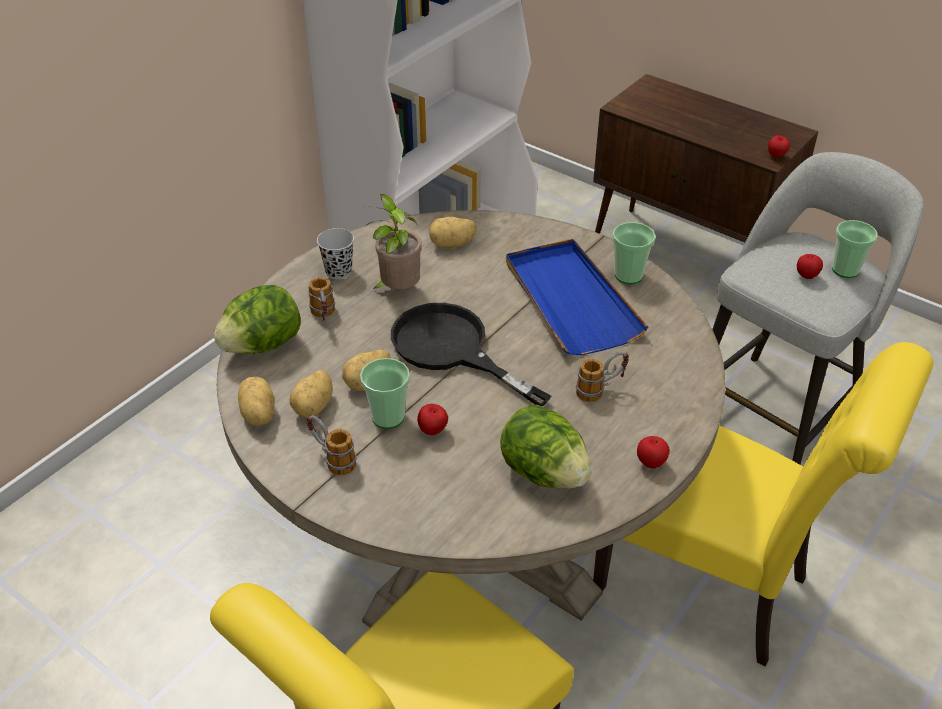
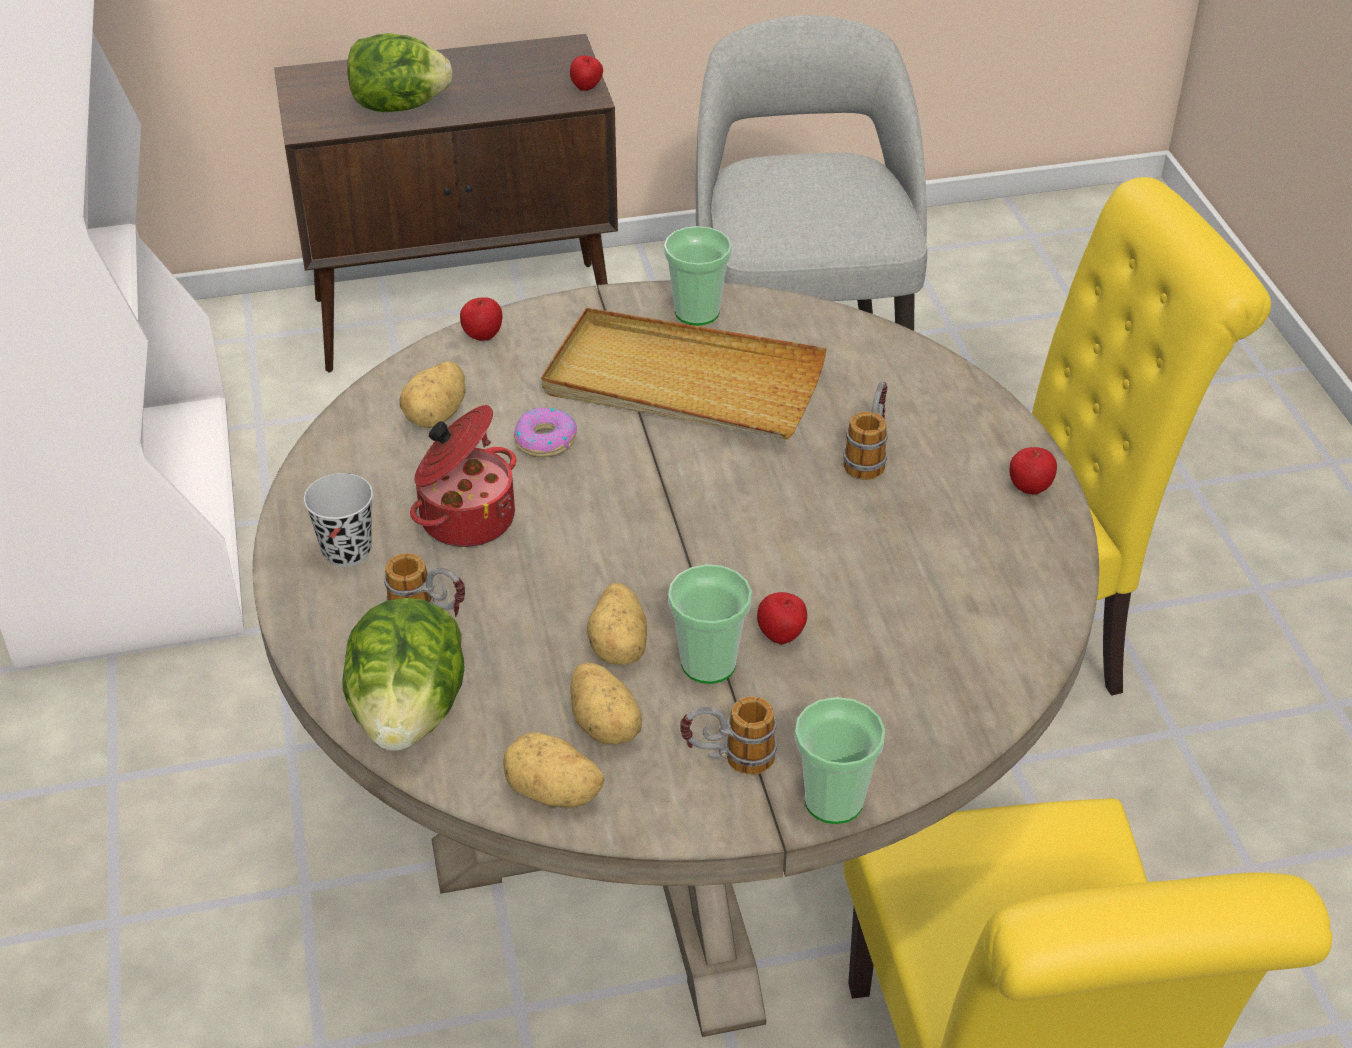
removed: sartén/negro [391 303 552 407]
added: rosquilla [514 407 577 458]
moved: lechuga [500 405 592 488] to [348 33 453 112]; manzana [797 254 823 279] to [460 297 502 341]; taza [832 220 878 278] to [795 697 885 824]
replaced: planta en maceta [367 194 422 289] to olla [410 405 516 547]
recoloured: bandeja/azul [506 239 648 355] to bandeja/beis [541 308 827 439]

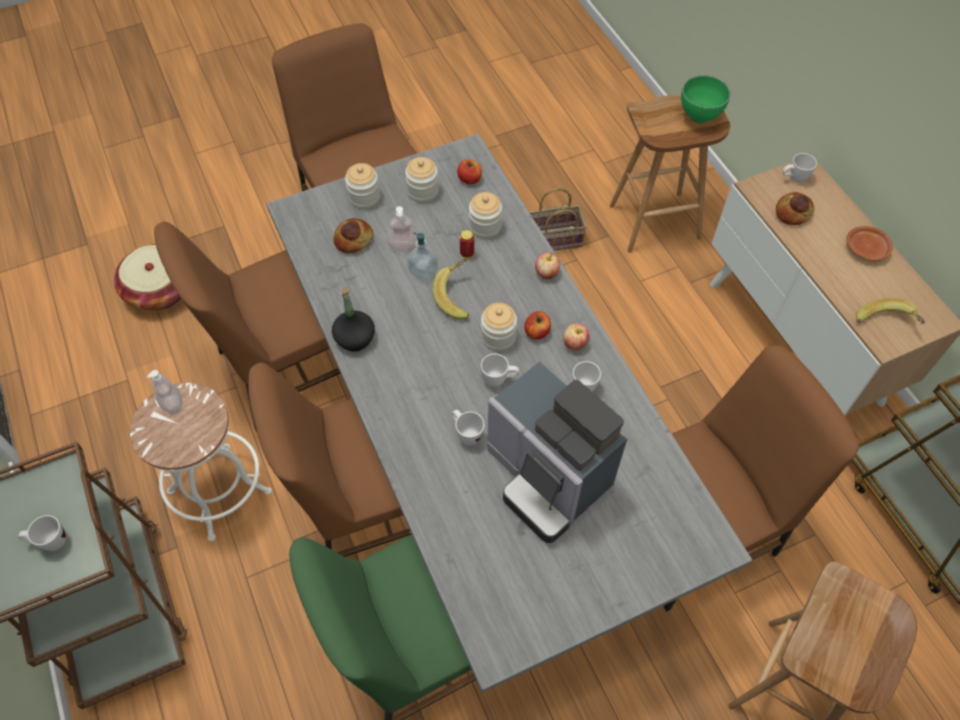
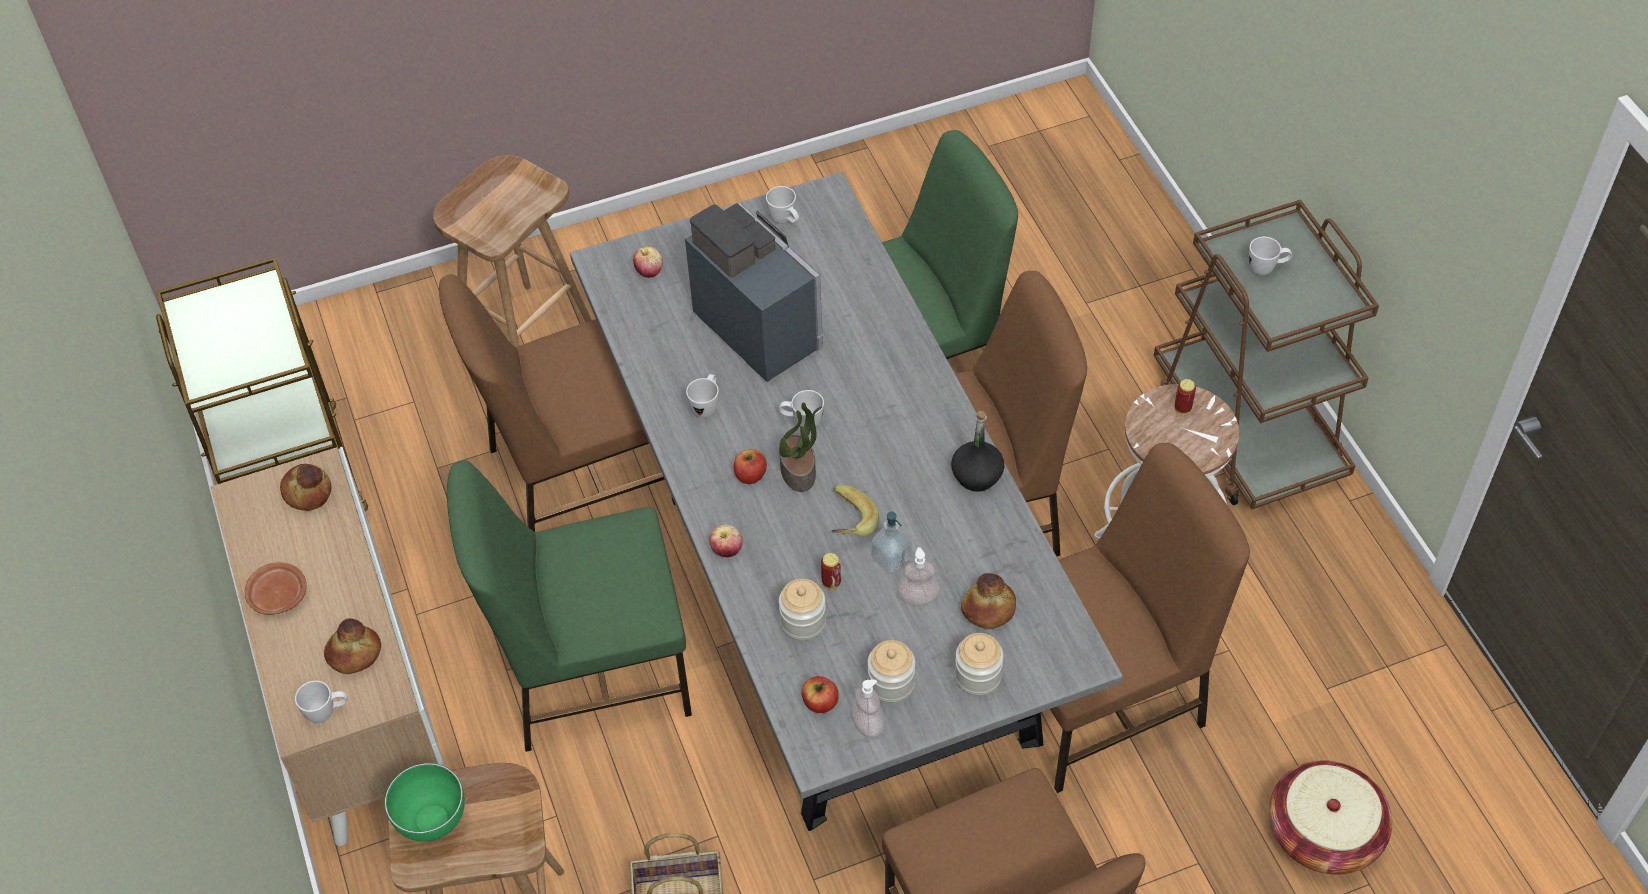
added: silla/verde [447 460 692 752]; lata [1174 379 1196 414]
moved: dispensador de jabón [147 370 182 414] to [850 680 886 739]; taza grande/blanco [452 410 485 446] to [766 186 799 224]; manzana [563 323 590 350] to [633 246 663 278]
replaced: tarro [481 303 517 351] to planta en maceta [779 402 823 492]; plátano [856 298 925 324] to pan [280 464 331 511]

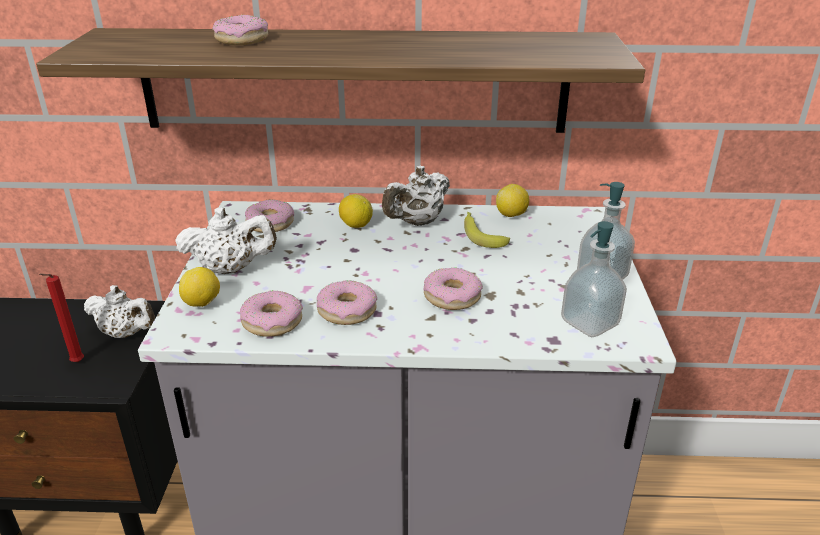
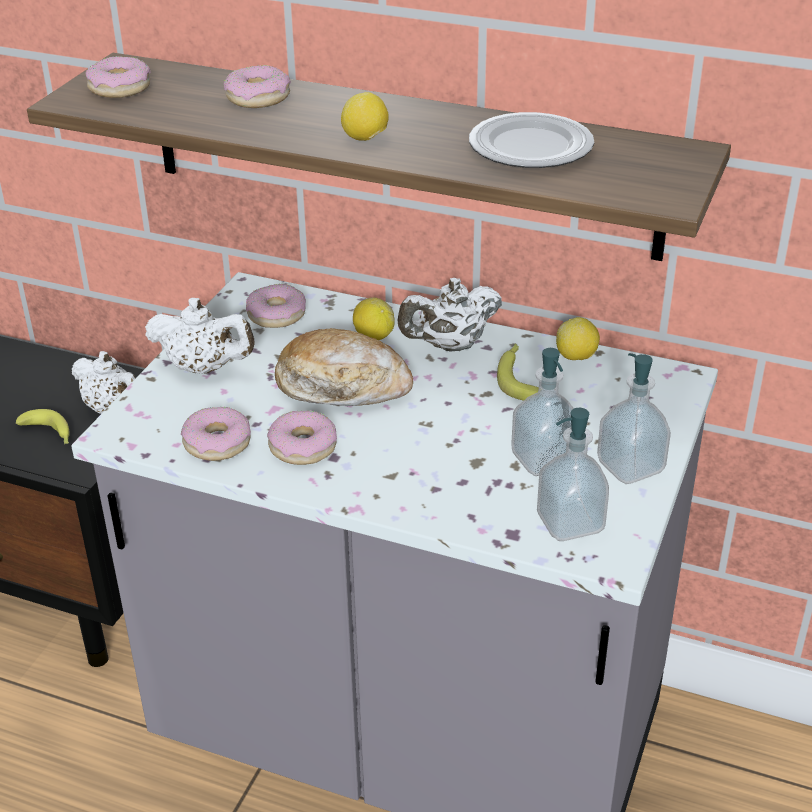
added: pan [275 328 413 406]; plato [469 112 594 168]; dispensador de jabón [511 348 574 476]
moved: limón [179 267 220 307] to [341 92 389 141]; rosquilla [424 267 483 310] to [86 56 151 98]
replaced: vela/rojo [39 274 84 362] to plátano [16 409 70 444]

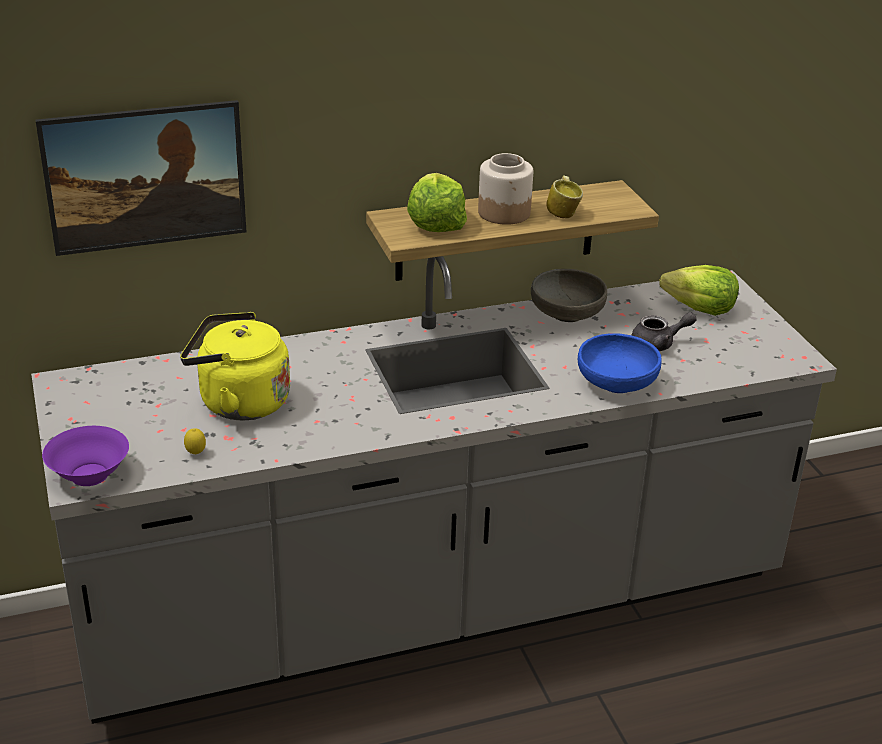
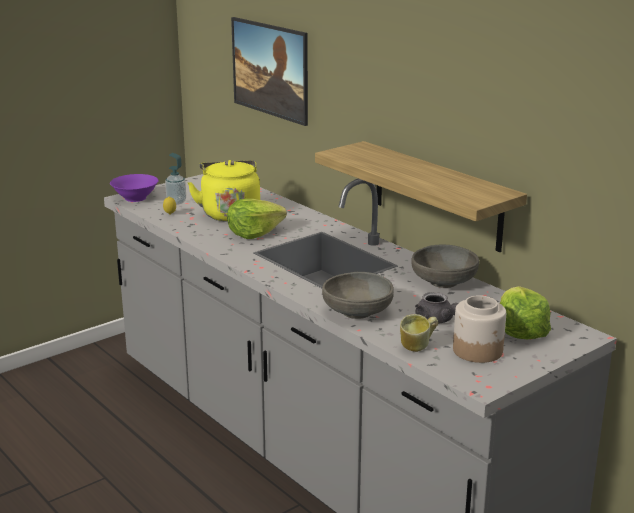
added: dispensador de jabón [165 153 186 205]
moved: lechuga [407 173 467 232] to [227 199 287 239]; tarro [478 153 533 225] to [453 295 506 363]; taza grande [546 175 583 218] to [400 314 438 352]
recoloured: cuenco/azul [578 334 662 393] to cuenco/gris [322 272 394 319]

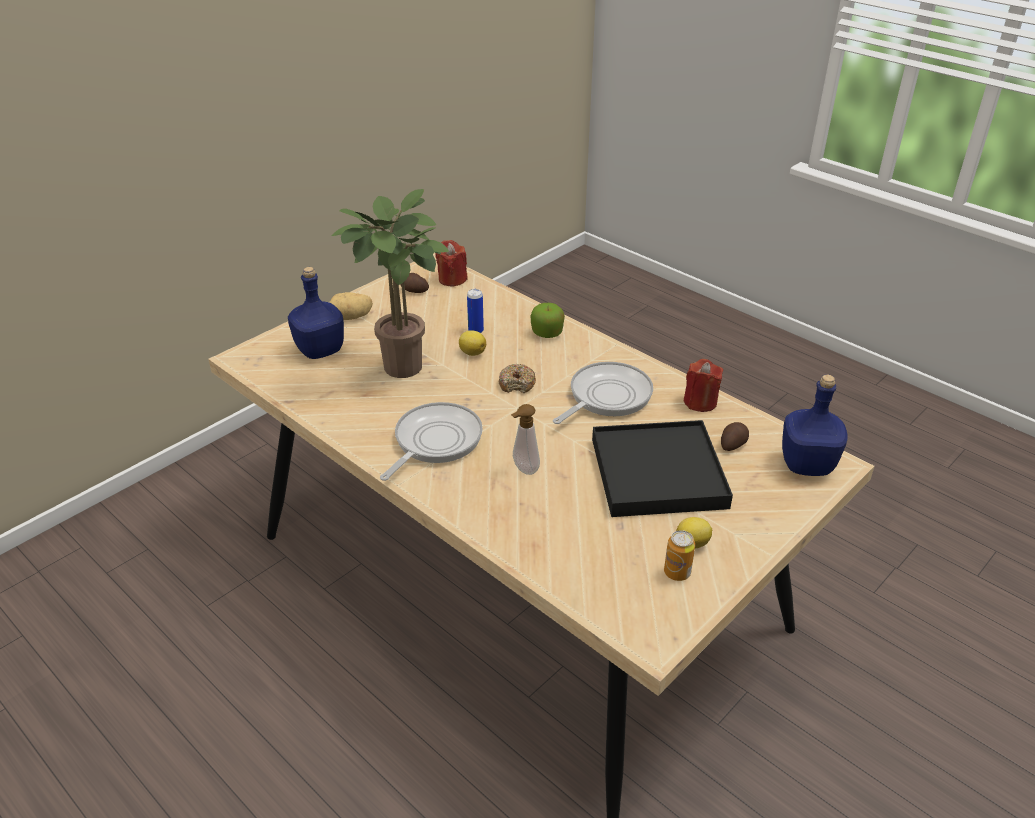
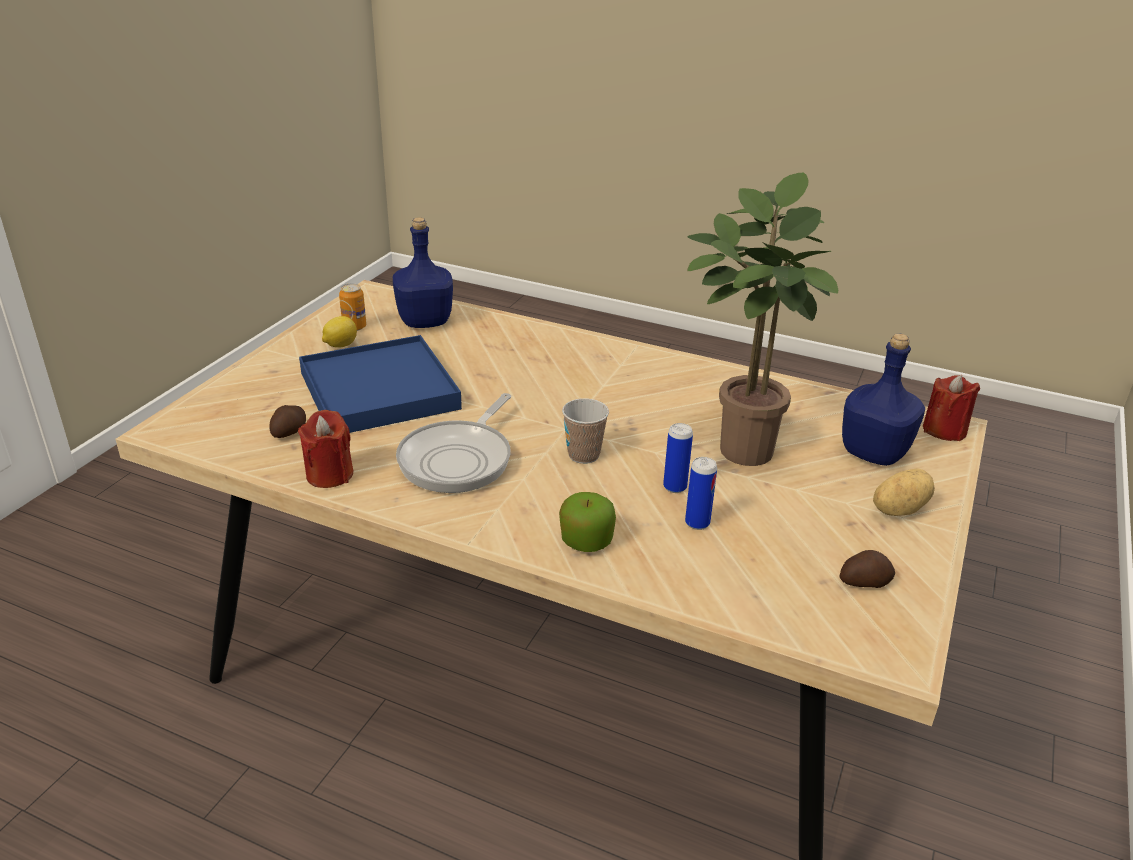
removed: sartén [380 402 483 481]; dispensador de jabón [511 404 540 475]
moved: vela/rojo [436 240 468 287] to [923 375 980 441]; botella/azul [782 375 848 476] to [393 217 453 328]
replaced: limón [459 330 486 356] to lata [663 423 693 493]; rosquilla [499 364 536 393] to taza [562 398 609 464]
recoloured: bandeja/negro [592 420 733 517] to bandeja/azul [299 335 462 433]

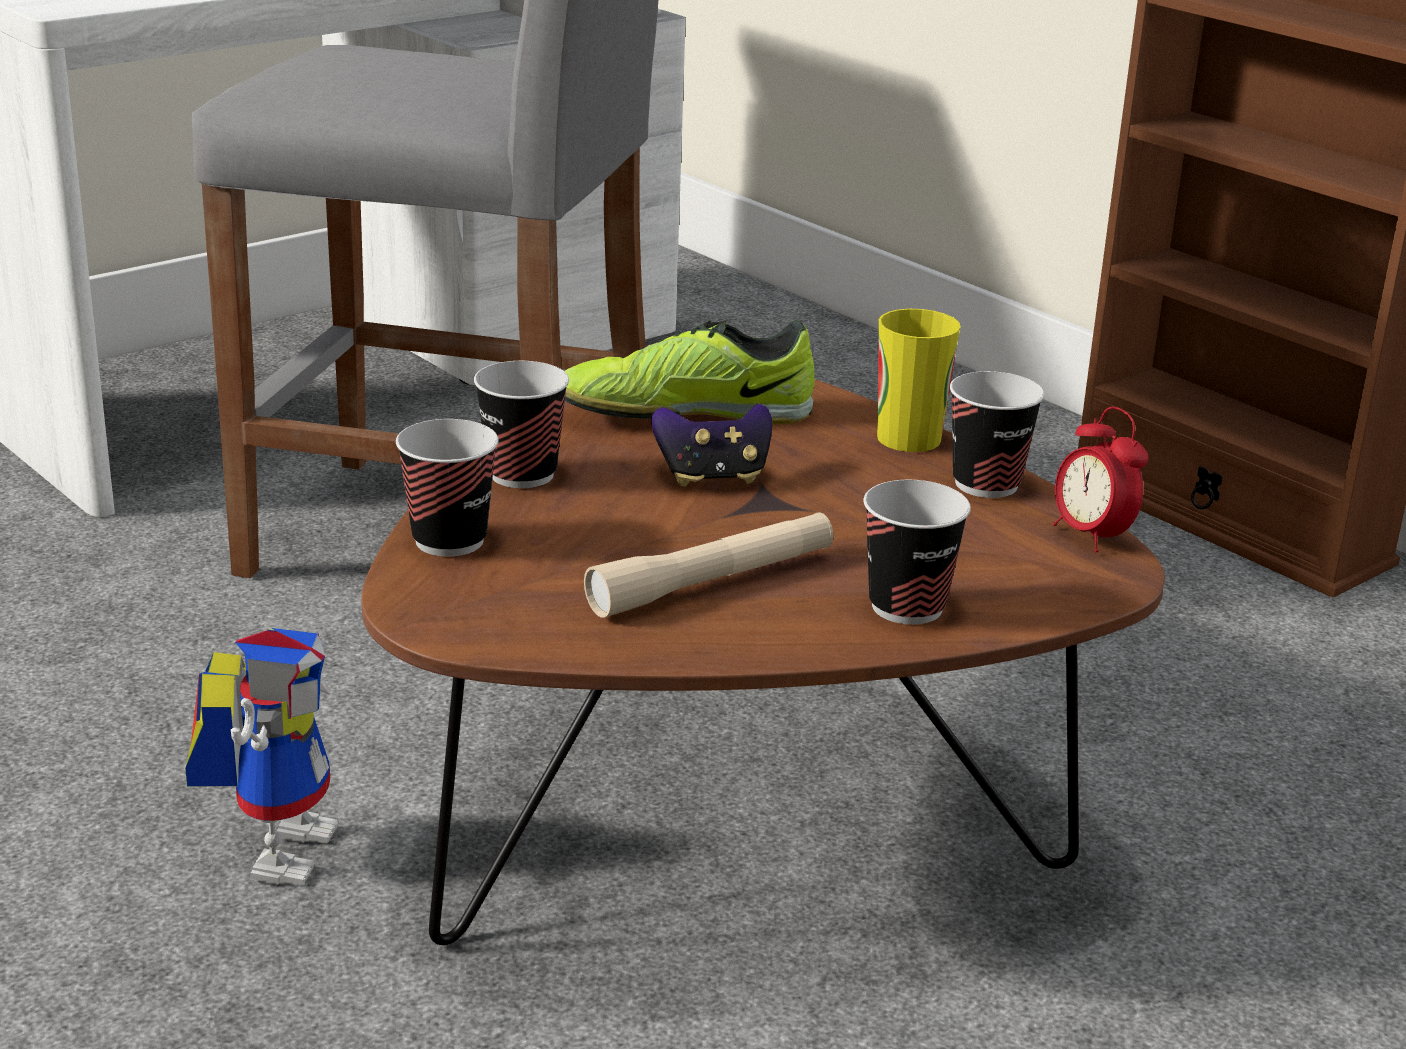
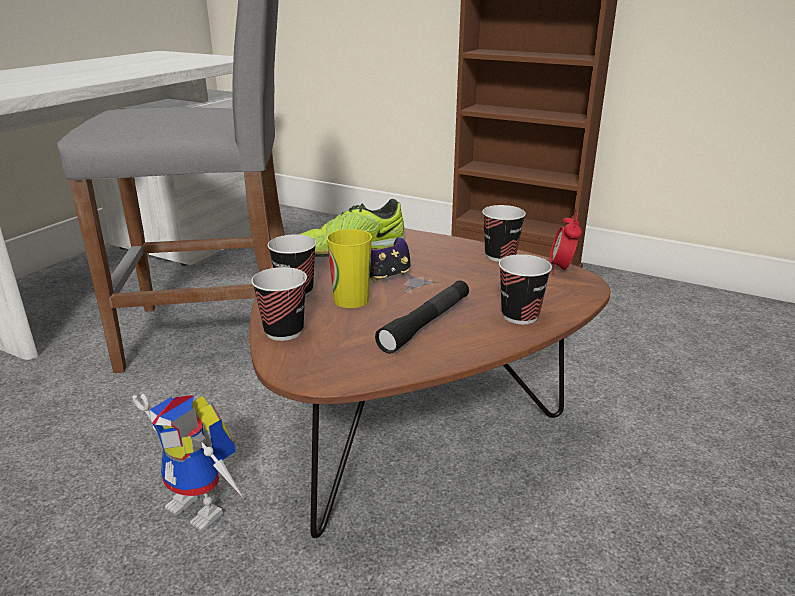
moved: taza [877 309 961 452] to [327 229 372 308]
recoloured: linterna/beis [584 512 833 618] to linterna/negro [375 280 469 354]
turned: robot de juguete [185 628 338 886] = [132 394 244 531] 135 degrees clockwise; despertador [1053 407 1149 552] = [550 211 582 274] 60 degrees clockwise

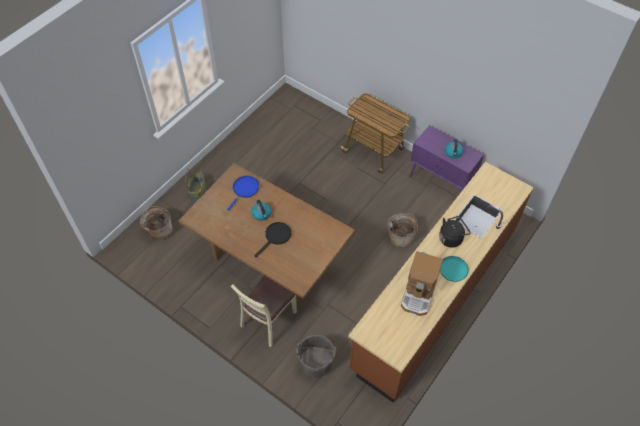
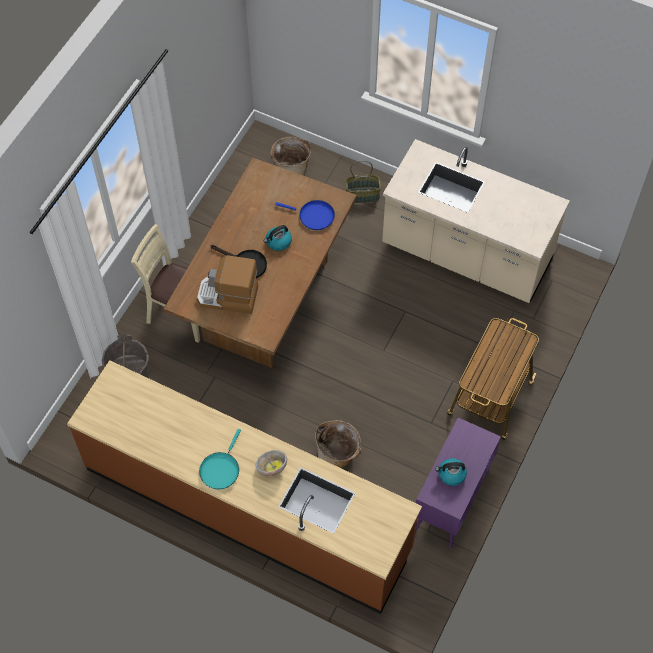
added: mueble bajo de cocina/beis [382 139 570 303]
moved: cafetera [401 251 443 316] to [197 255 258 314]
replaced: hervidor/negro [439 216 471 248] to cuenco [256 450 287 476]

